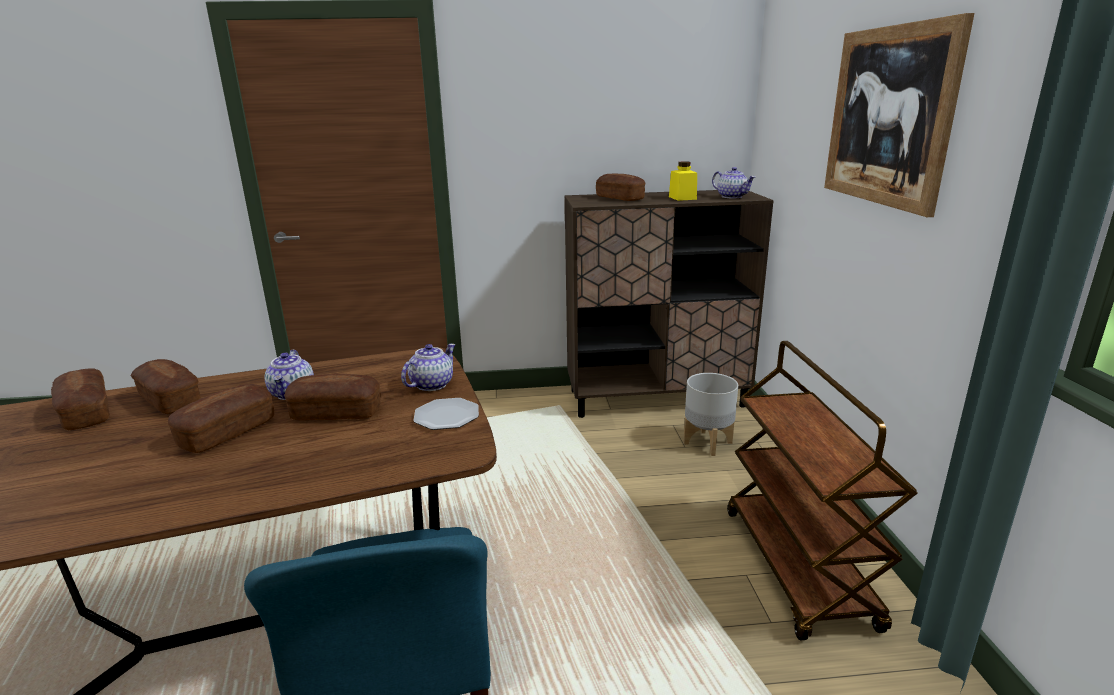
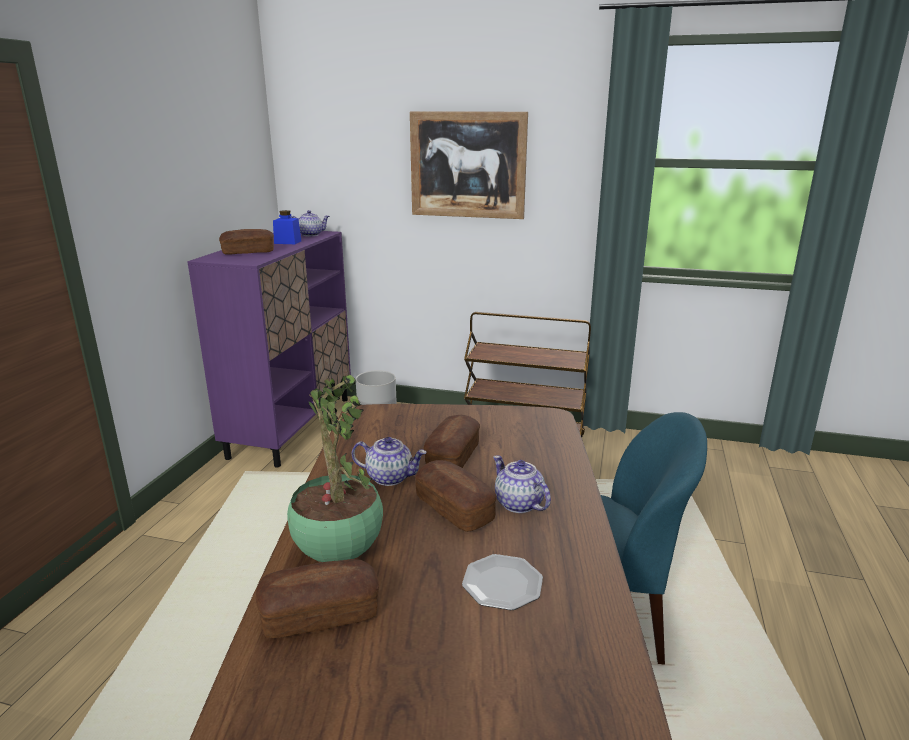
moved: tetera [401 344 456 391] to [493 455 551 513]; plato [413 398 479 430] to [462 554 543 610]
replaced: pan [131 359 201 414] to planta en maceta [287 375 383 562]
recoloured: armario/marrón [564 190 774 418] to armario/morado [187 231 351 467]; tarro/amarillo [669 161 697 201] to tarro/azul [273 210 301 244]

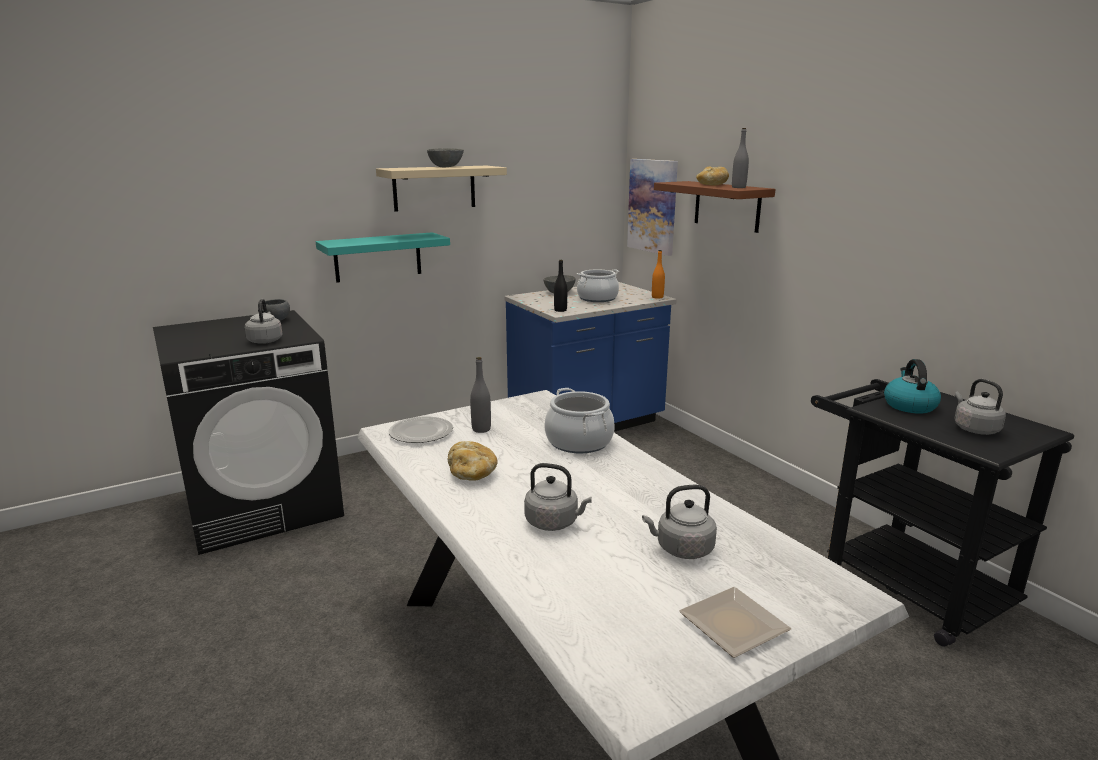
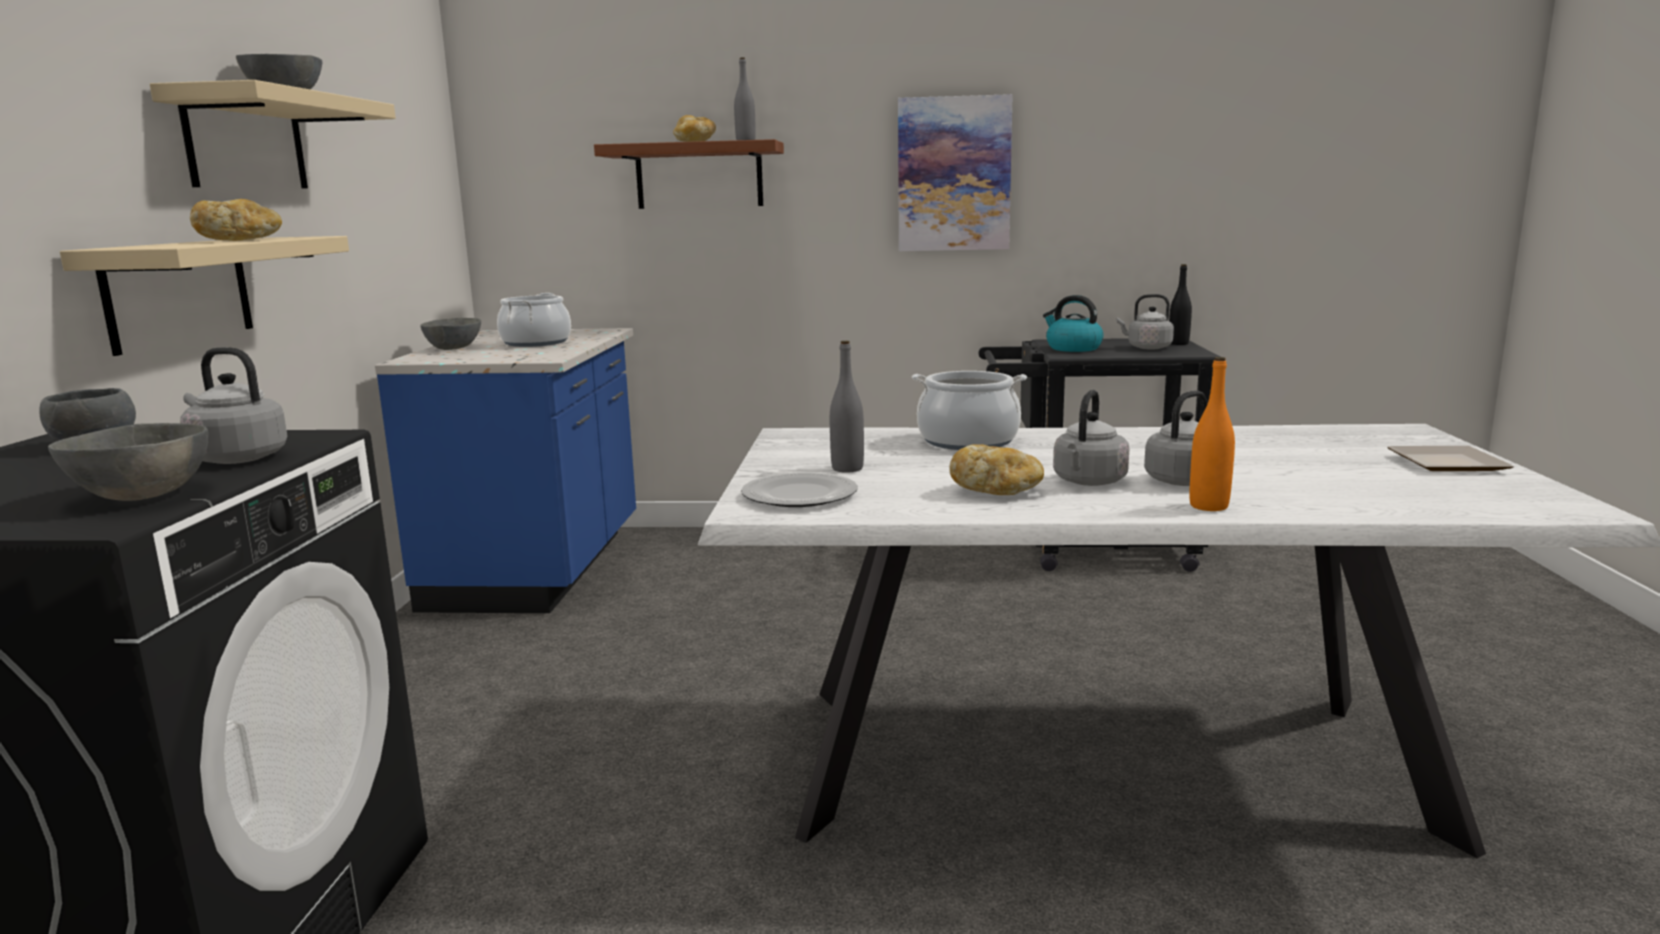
added: cuenco/gris [48 423 208 501]; pan [190 199 282 241]
moved: botella/negro [554 260 567 312] to [1169 264 1192 345]; cuadro [627 159 678 256] to [898 94 1013 251]; hervidor/gris [642 485 717 559] to [1053 390 1130 486]; botella/naranja [652 250 665 299] to [1189 357 1235 511]
recoloured: estante/turquesa [316 232 450 283] to estante/beis [60 236 349 356]

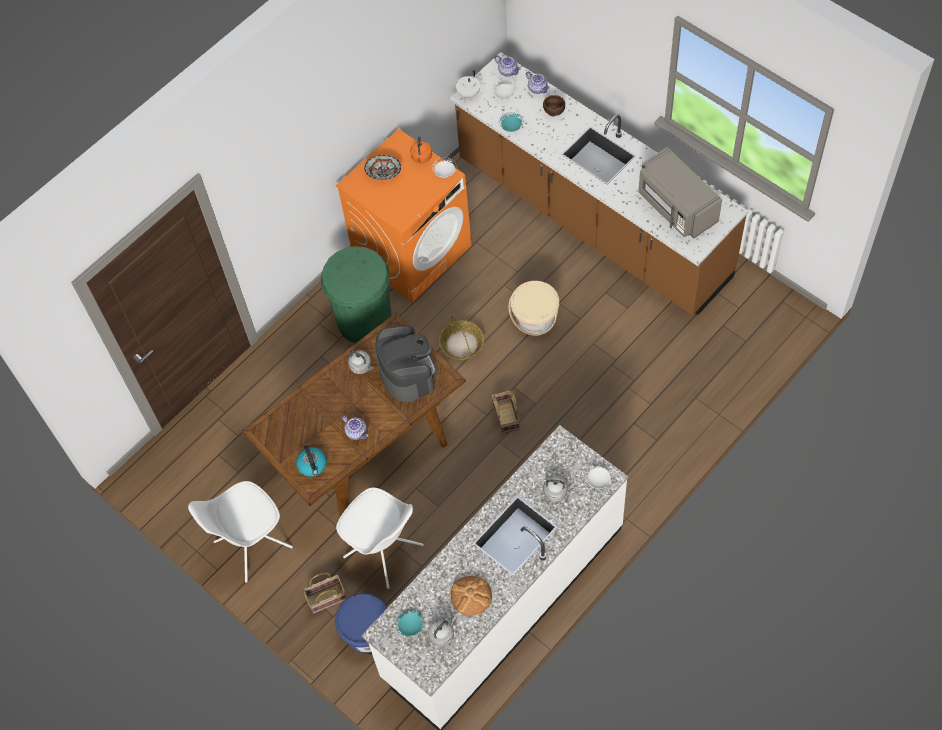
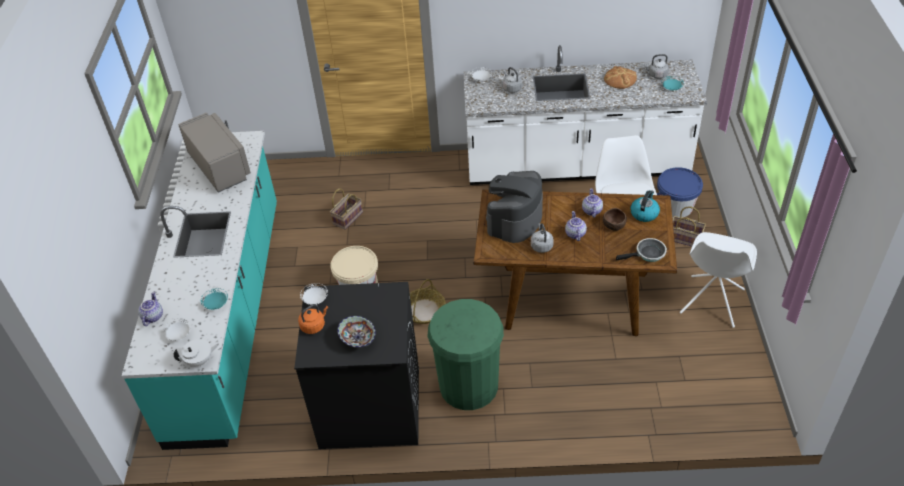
added: sartén [616 238 667 262]
moved: cesta [492 390 520 434] to [330 188 363 230]; tetera [494 55 521 77] to [565 211 587 241]; cuenco/marrón [543 95 565 116] to [603 208 627 231]
recoloured: lavadora/naranja [336 129 472 302] to lavadora/negro [294 282 419 449]; mueble bajo de cocina/marrón [450 52 748 315] to mueble bajo de cocina/turquesa [122 131 277 450]
turned: silla/blanco [188 481 293 582] = [680 232 757 328] 105 degrees clockwise; microondas/gris [638 147 722 238] = [178 113 251 193] 45 degrees counterclockwise

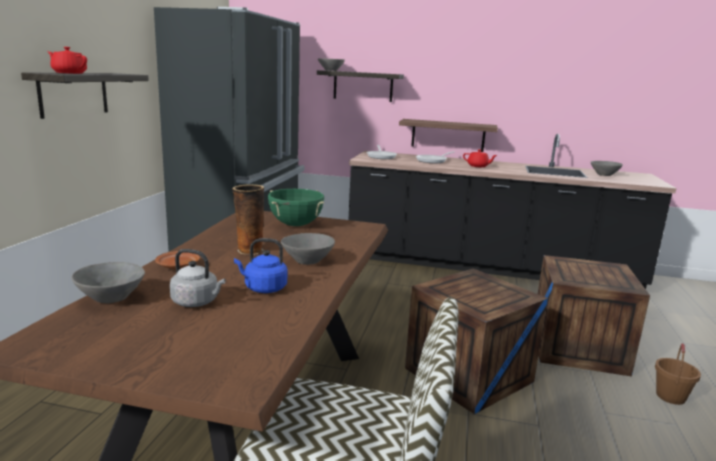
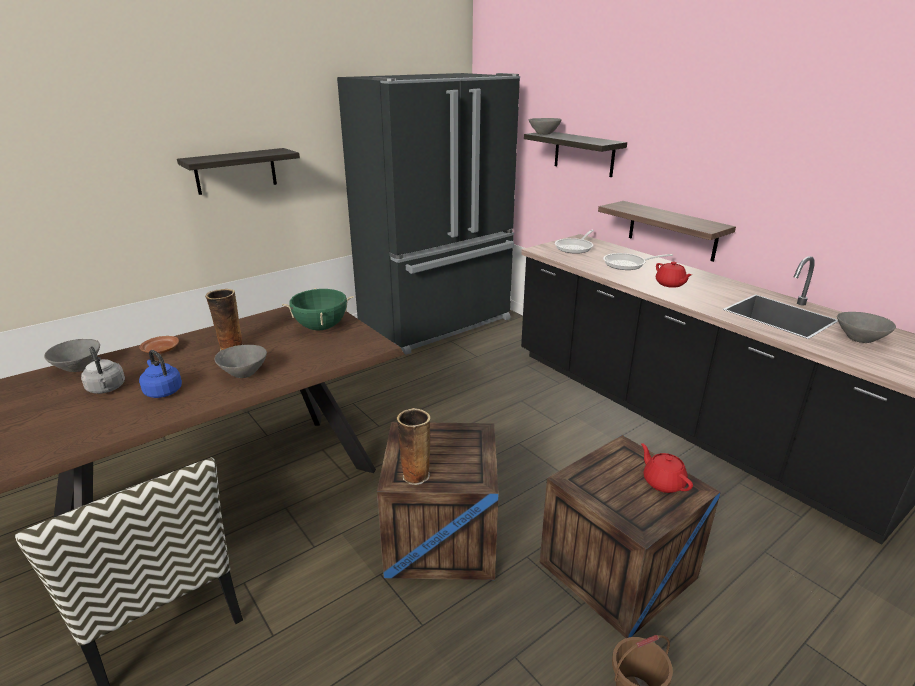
added: florero [397 408 431 485]
moved: tetera/rojo [48 47 87 74] to [641 443 693 493]

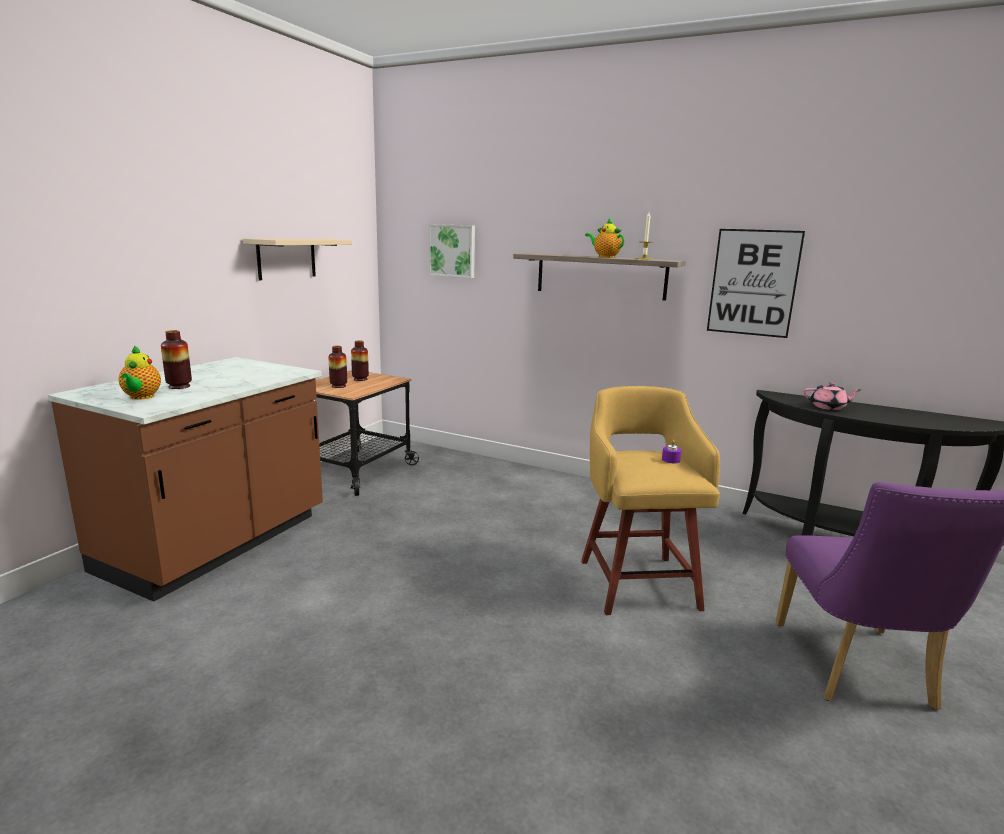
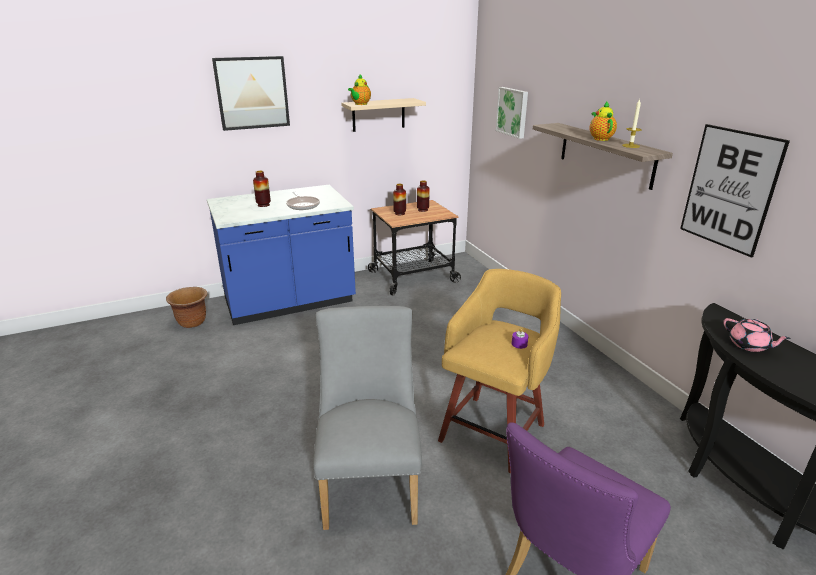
added: maceta/marrón [166 287 207 328]; cuadro [212 56 290 131]; sartén [286 191 320 210]; silla/gris [313 306 422 530]
moved: tetera [118 345 161 400] to [348 74 371 105]
recoloured: mueble bajo de cocina/marrón [48 357 323 602] to mueble bajo de cocina/azul [207 185 356 325]

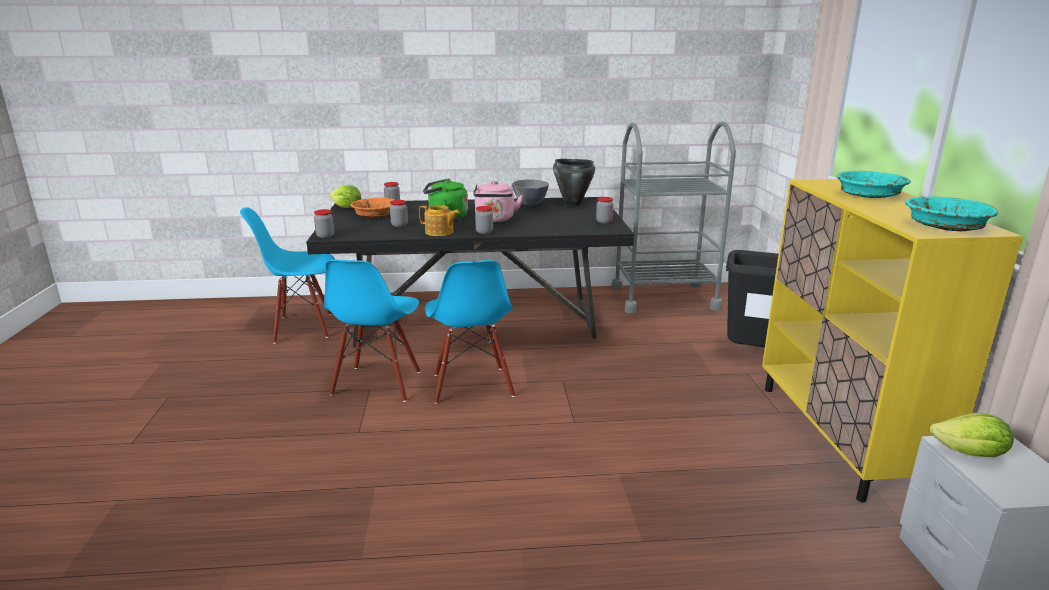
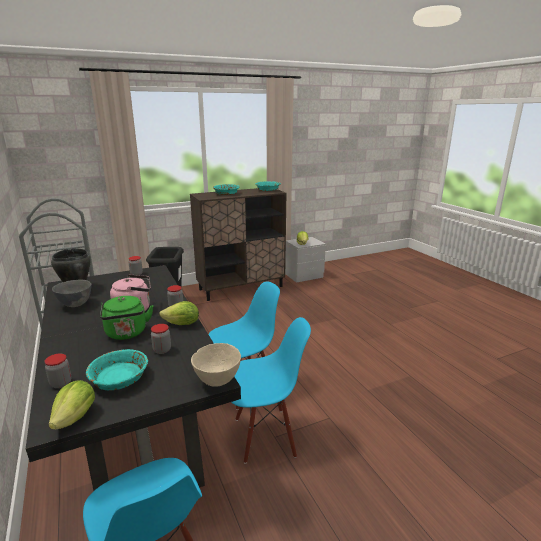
replaced: tarro [314 209 334 238] to cuenco/beis [191 343 241 387]; tetera [419 205 460 236] to lechuga [159 301 199 325]
recoloured: cuenco/naranja [350 198 395 218] to cuenco/turquesa [86 349 148 390]; armario/amarillo [762 179 1023 503] to armario/marrón [190 188 287 301]

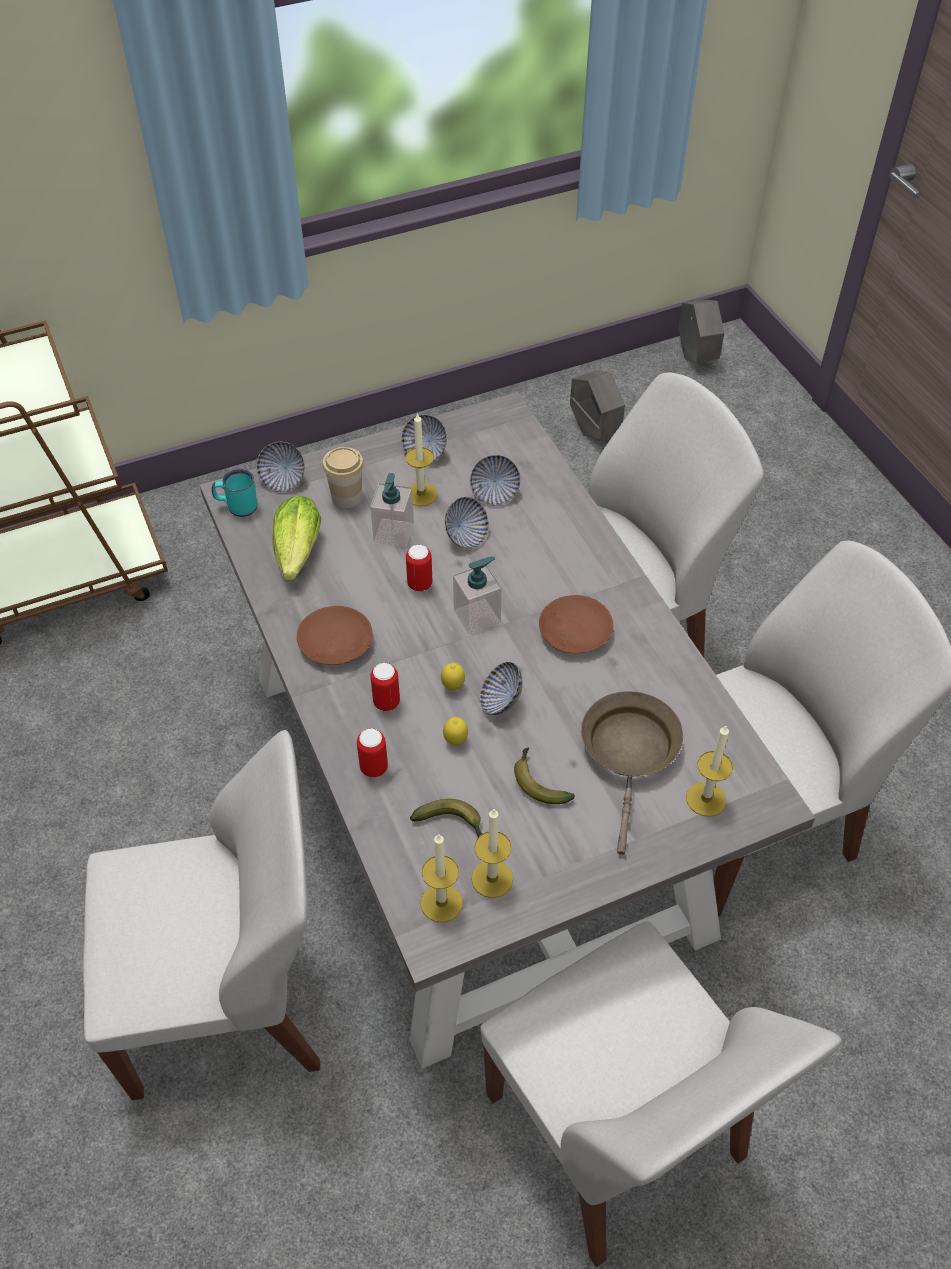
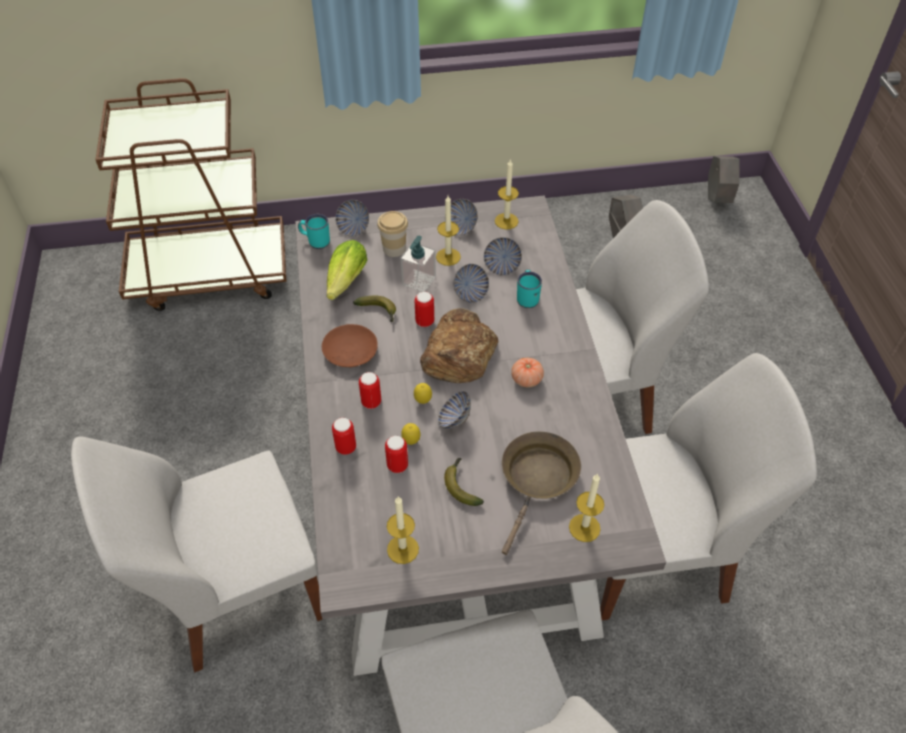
added: lata [385 436 408 473]; taza grande/turquesa [517 270 542 308]
moved: plátano [410 799 482 837] to [353 296 396 322]; vela [421 834 463 922] to [495 159 519 229]
replaced: dispensador de jabón [453 556 502 634] to pan [420 308 498 383]; plato/marrón [539 595 613 653] to tomate [511 358 544 387]
turned: silla/blanco [83 730 321 1100] = [71 436 322 672] 150 degrees clockwise

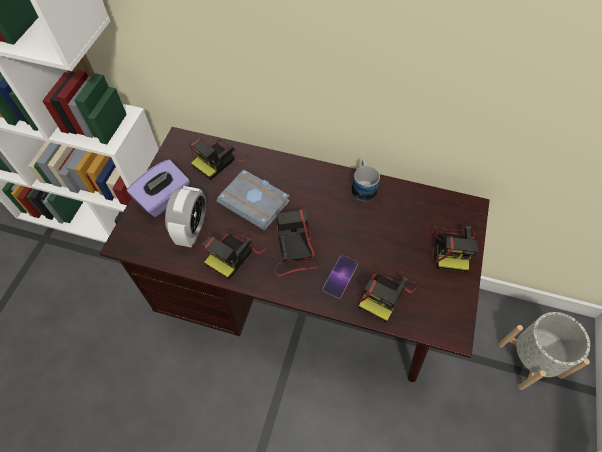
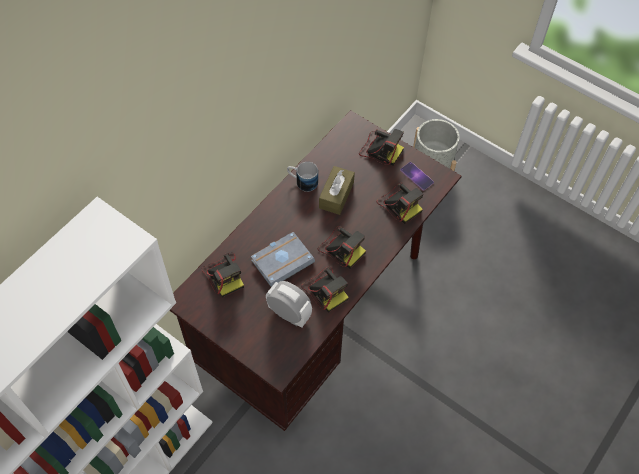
removed: caja de pañuelos/morado [127 159 190 217]
added: caja de pañuelos/marrón [319 166 355 215]
moved: móvil [322 255 358 299] to [400 162 434 191]
turned: cámara [274 210 319 277] = [318 226 366 269] 150 degrees counterclockwise

